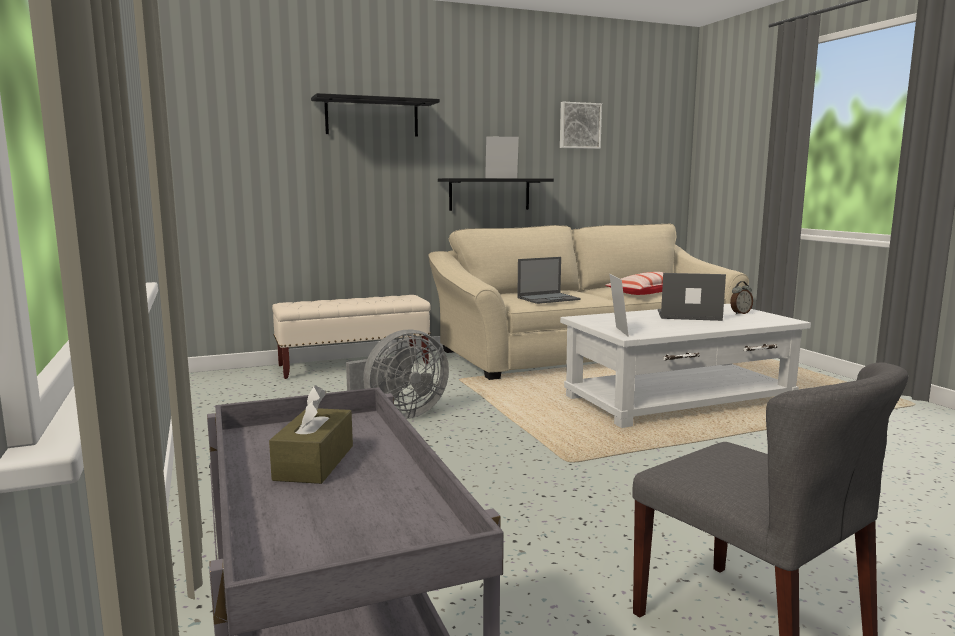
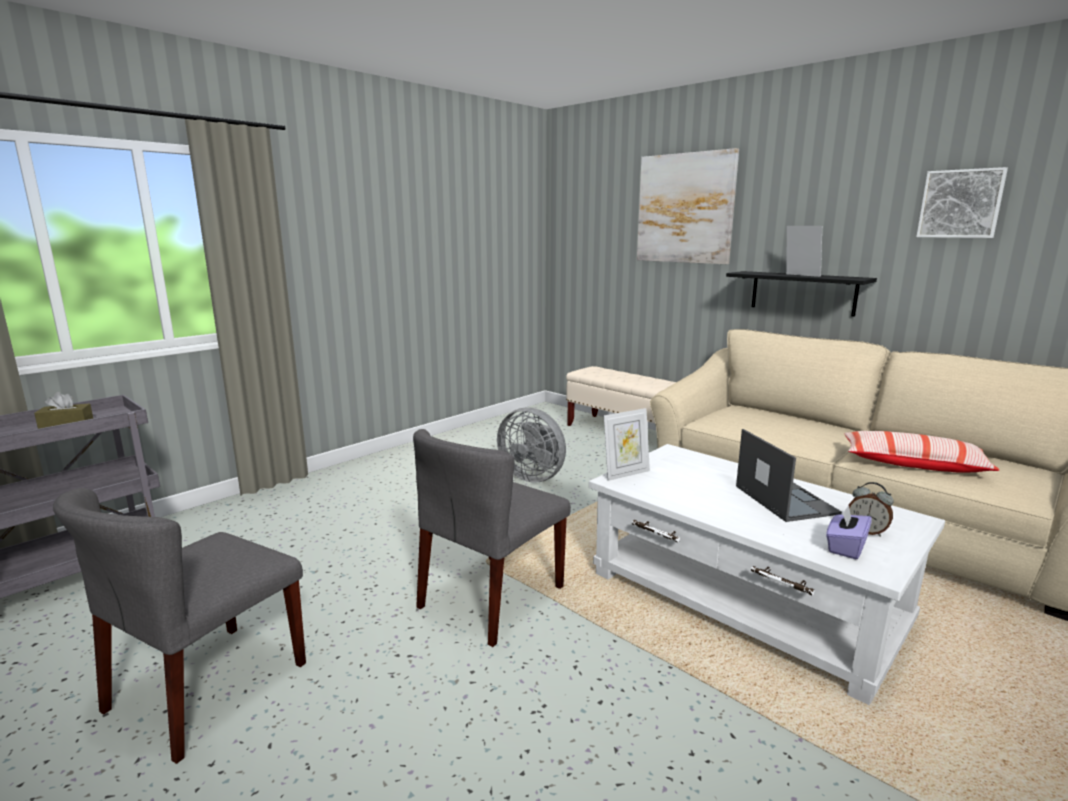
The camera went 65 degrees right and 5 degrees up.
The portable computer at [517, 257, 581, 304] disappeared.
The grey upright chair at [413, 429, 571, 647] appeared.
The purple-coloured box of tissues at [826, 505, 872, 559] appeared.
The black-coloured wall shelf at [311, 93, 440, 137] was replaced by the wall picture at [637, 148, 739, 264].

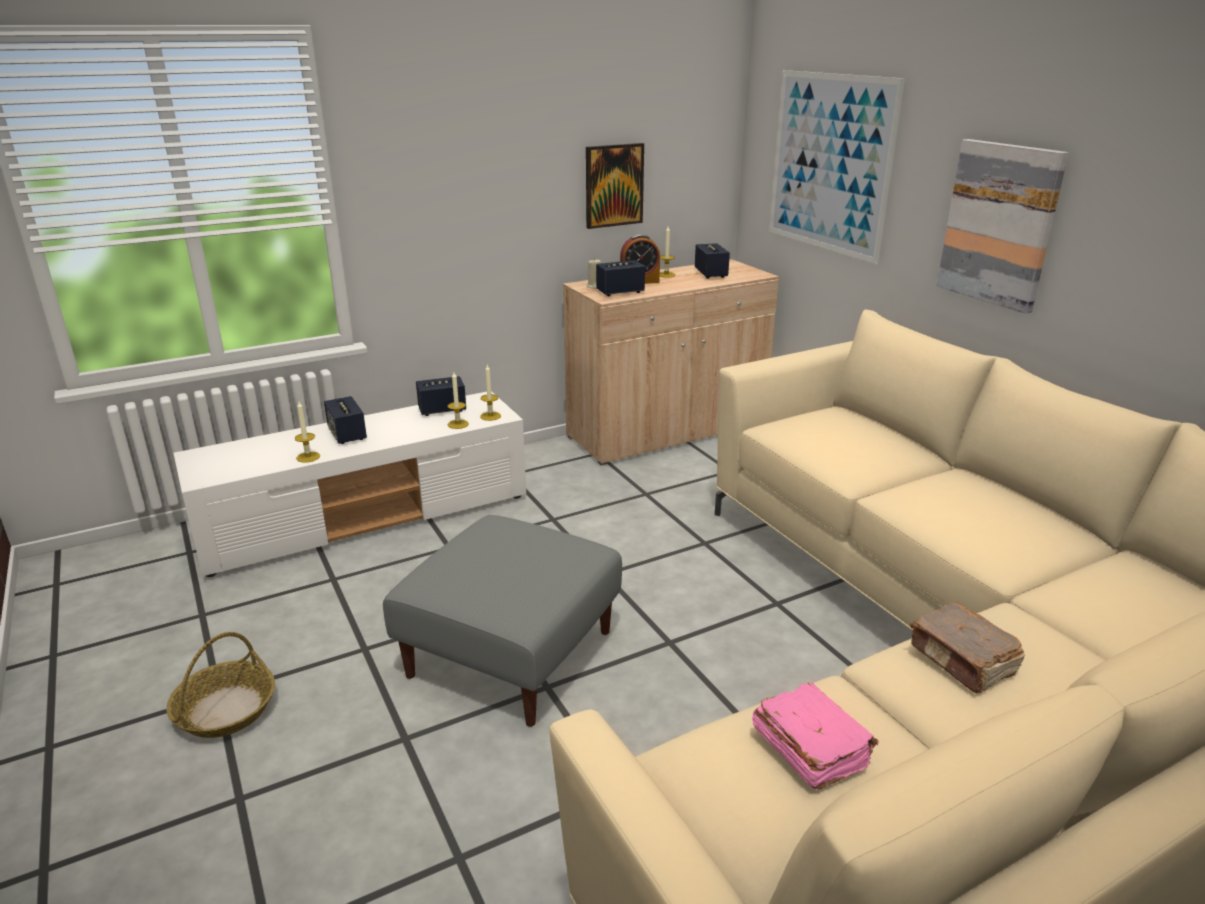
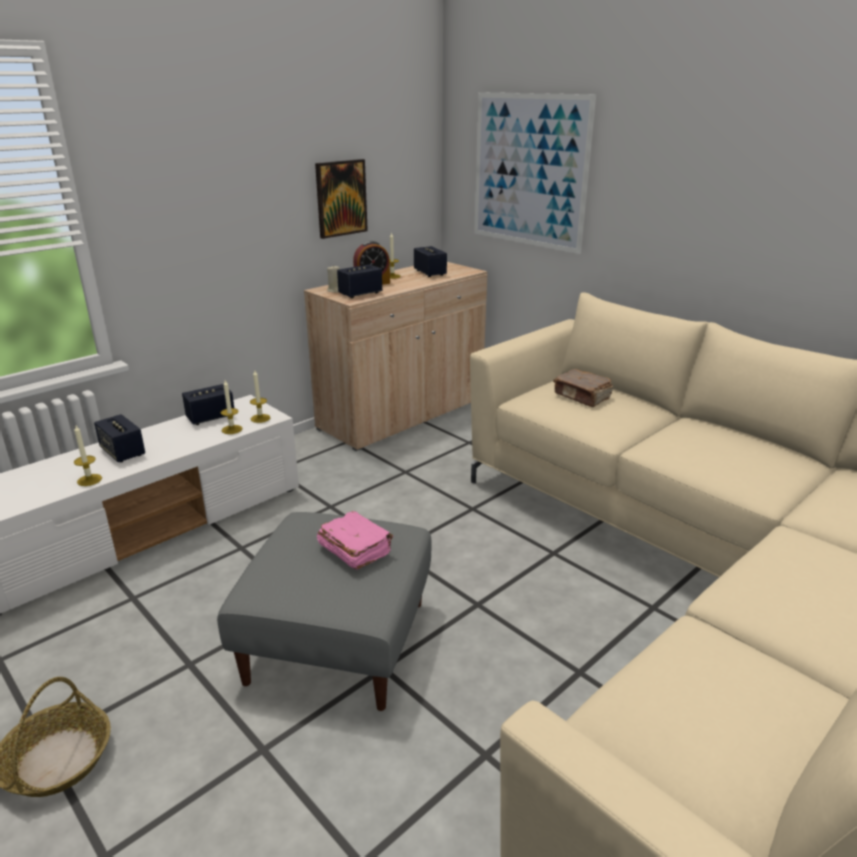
The camera went 15 degrees left and 0 degrees up.
The wall picture at [936, 139, 1069, 314] disappeared.
The pinkish volume moved from [752, 682, 879, 789] to [317, 511, 393, 570].
The brown volume moved from [910, 602, 1025, 693] to [553, 369, 613, 407].

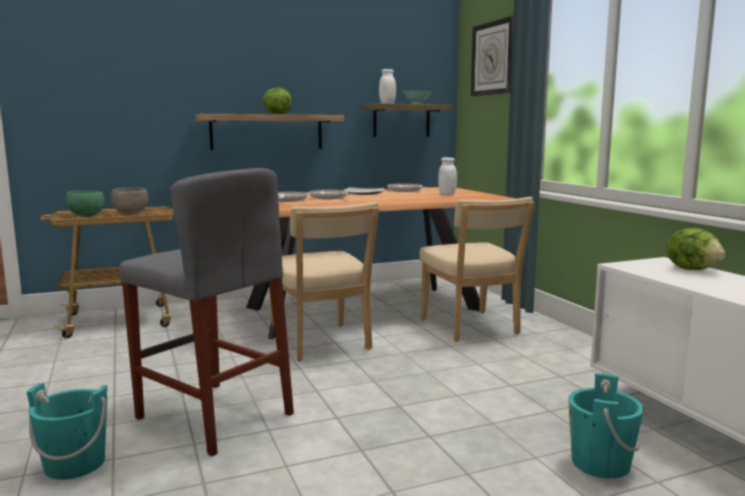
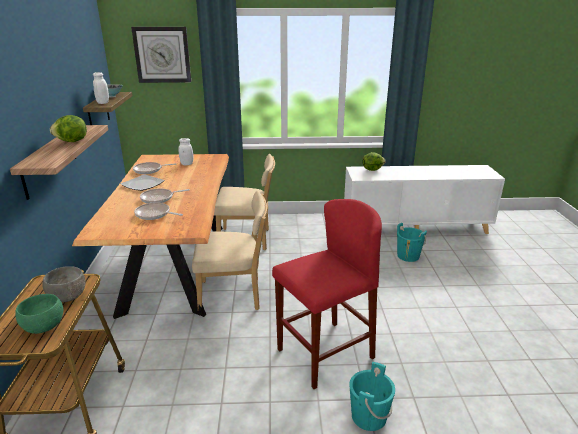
The camera went 70 degrees left and 15 degrees up.
The grey sitting stool at [119, 168, 294, 456] became the red sitting stool at [272, 199, 382, 389].

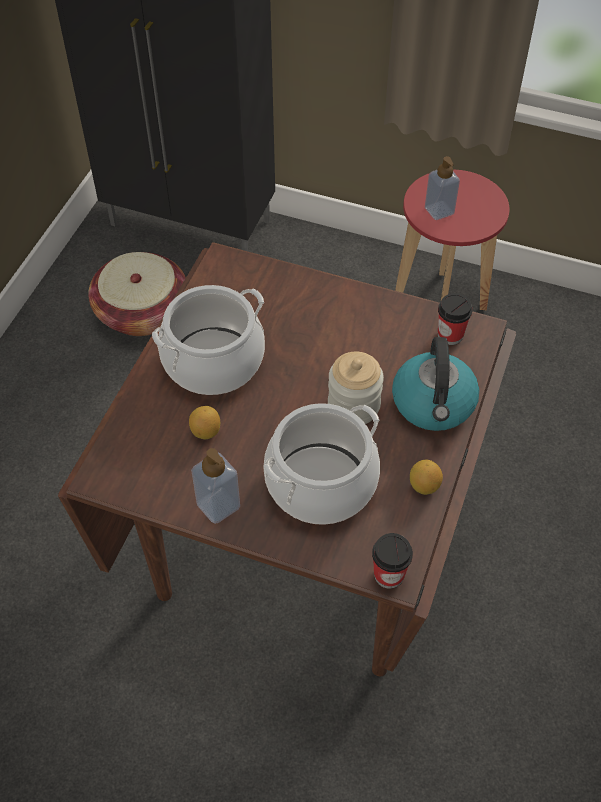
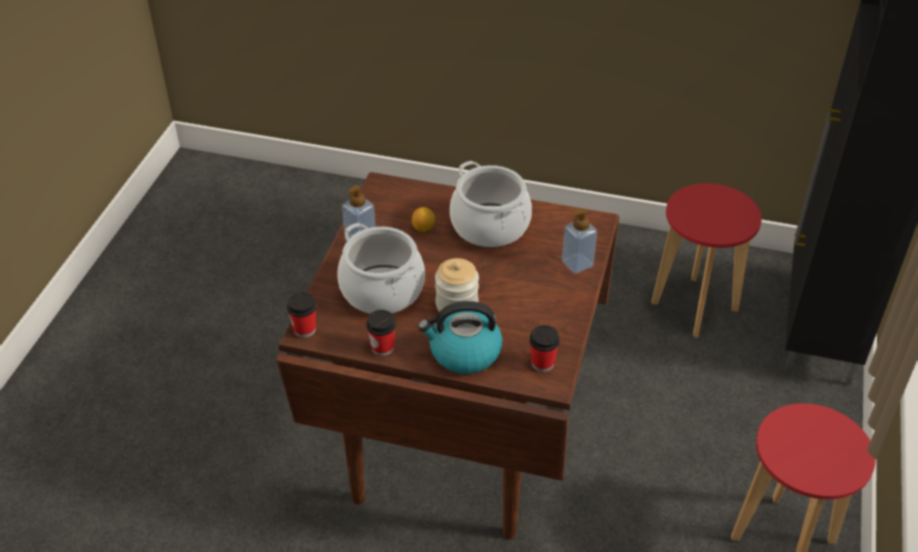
The camera went 85 degrees right and 10 degrees down.
The soap dispenser moved from [425, 156, 460, 220] to [562, 208, 597, 274].
The basket at [88, 252, 186, 336] was replaced by the red sitting stool at [652, 183, 762, 337].
The lemon at [410, 460, 443, 495] was replaced by the cup at [366, 310, 396, 356].

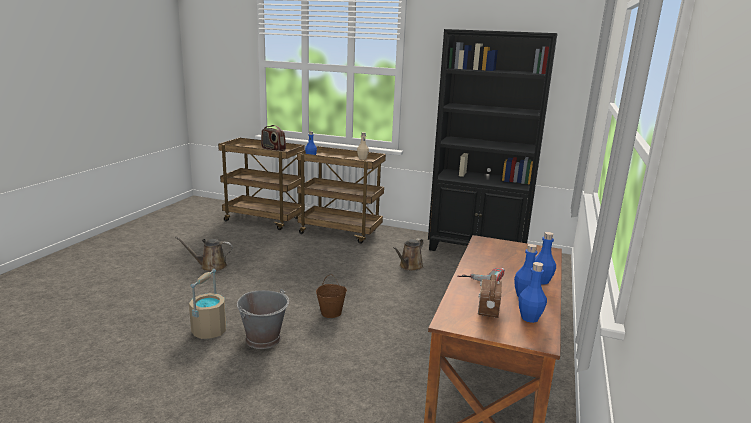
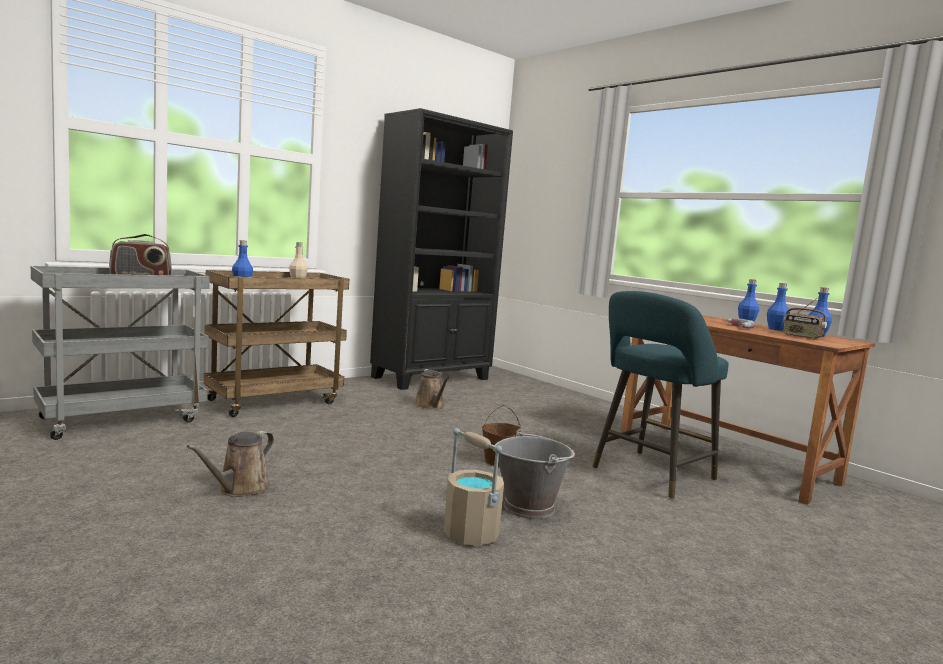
The camera went 60 degrees left and 10 degrees down.
The turquoise-coloured sitting stool at [592, 291, 729, 499] appeared.
The brown trolley at [218, 138, 305, 230] became the grey trolley at [31, 266, 210, 440].

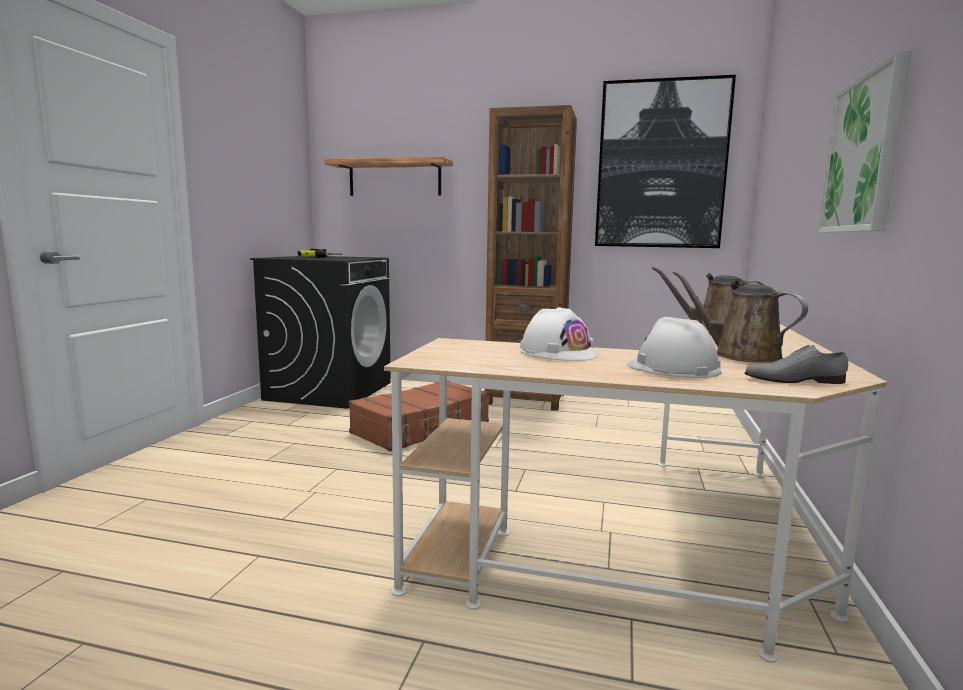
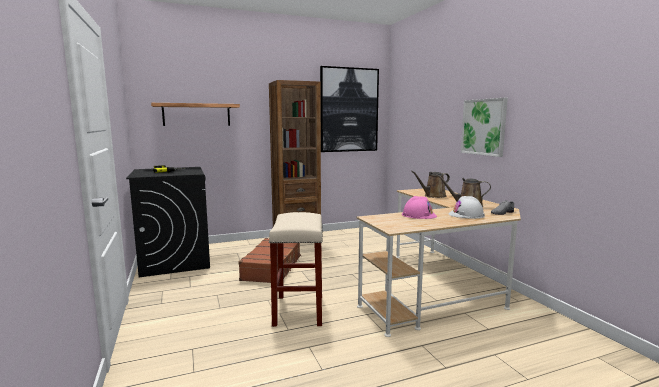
The camera went 35 degrees left and 0 degrees up.
The sand-coloured sitting stool at [269, 212, 322, 327] appeared.
The whitish work helmet at [520, 307, 598, 361] became the pinkish work helmet at [402, 196, 437, 219].

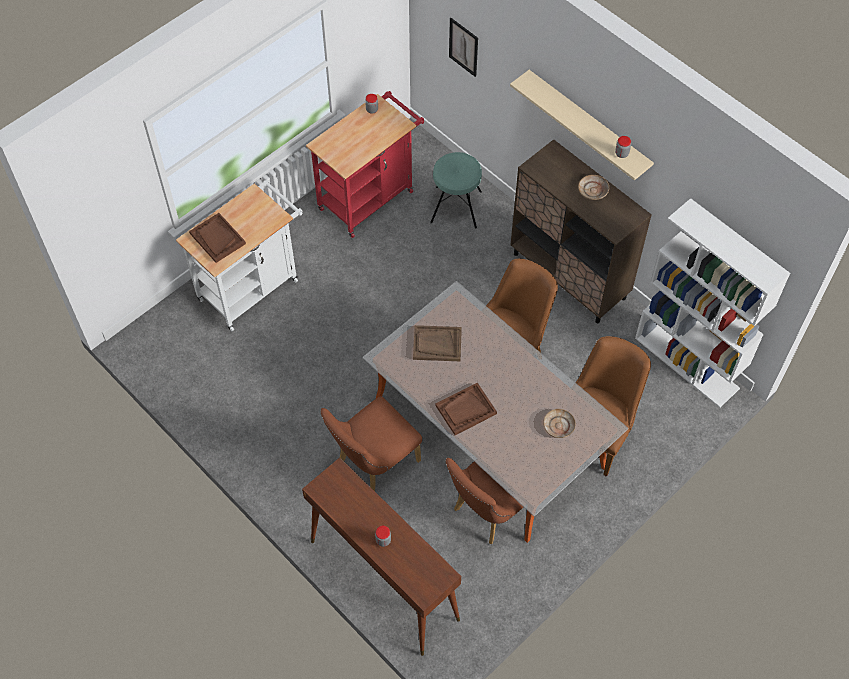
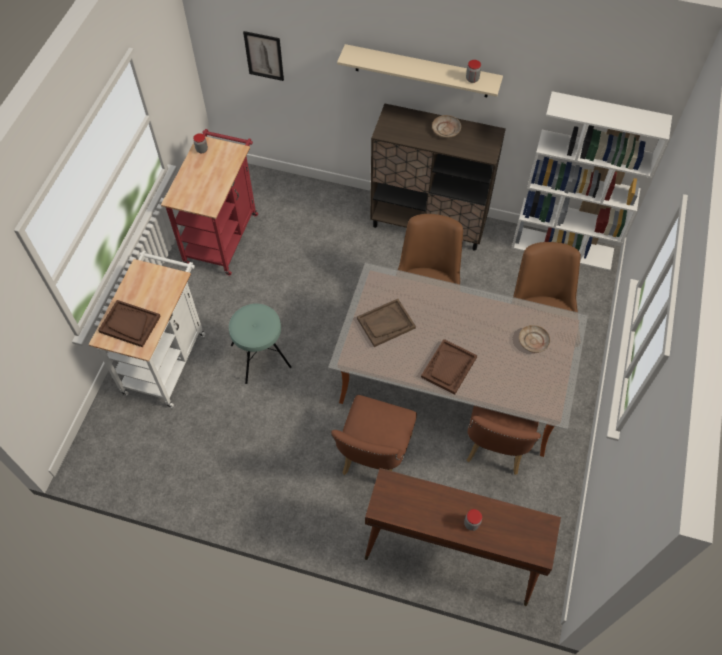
The camera went 30 degrees left and 0 degrees up.
The turquoise-coloured sitting stool moved from [430, 152, 482, 228] to [229, 304, 292, 384].

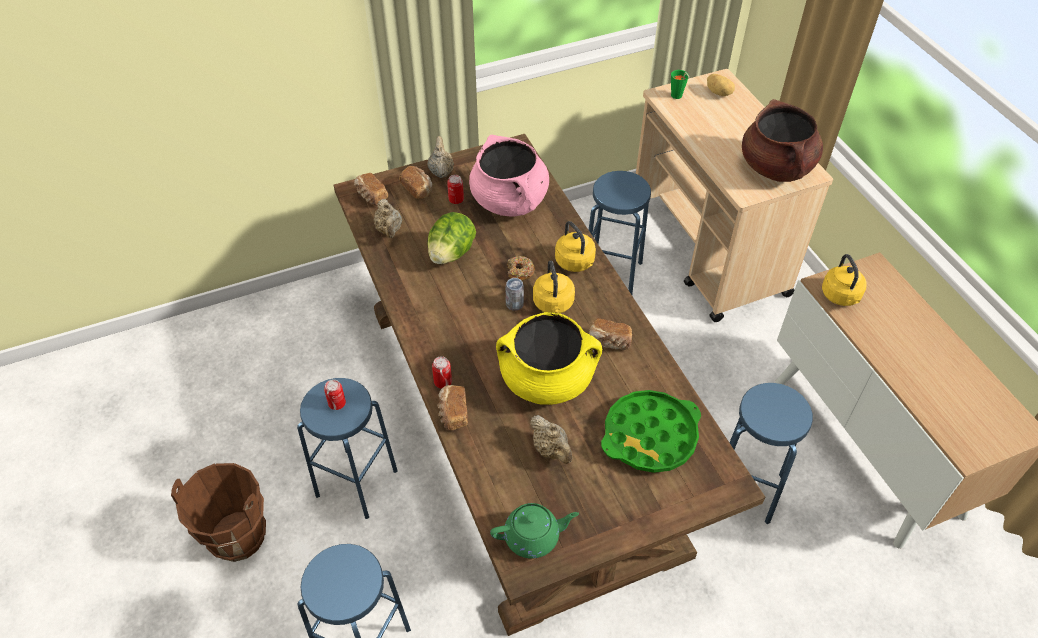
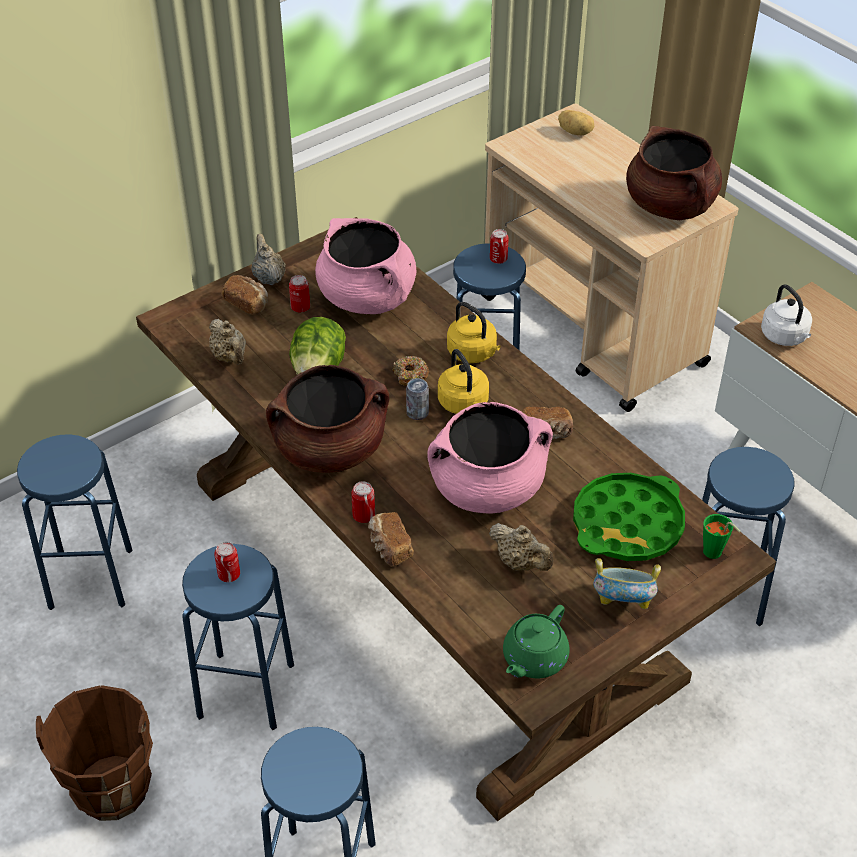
The camera went 15 degrees left and 5 degrees down.
The bakery bread at [354, 173, 388, 206] disappeared.
The bluish sitting stool at [17, 434, 133, 610] appeared.
The brown cooking pot at [266, 365, 389, 473] appeared.
The can at [490, 229, 508, 264] appeared.
The bowl at [593, 558, 661, 609] appeared.
The greenish cup moved from [671, 70, 690, 99] to [703, 514, 741, 559].
The yellow-coloured cooking pot at [496, 312, 602, 405] became the pinkish cooking pot at [427, 402, 553, 514].
The yellow-coloured tea kettle at [822, 254, 867, 306] became the whitish tea kettle at [761, 284, 812, 346].
The greenish pot for tea at [490, 503, 579, 559] turned 150 degrees clockwise.

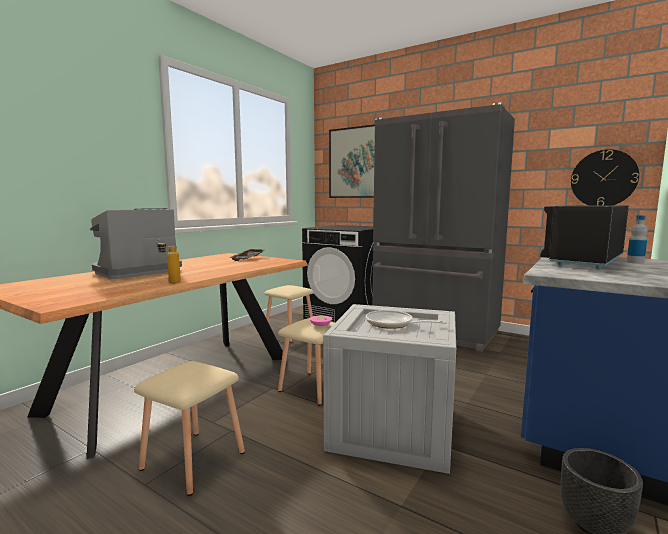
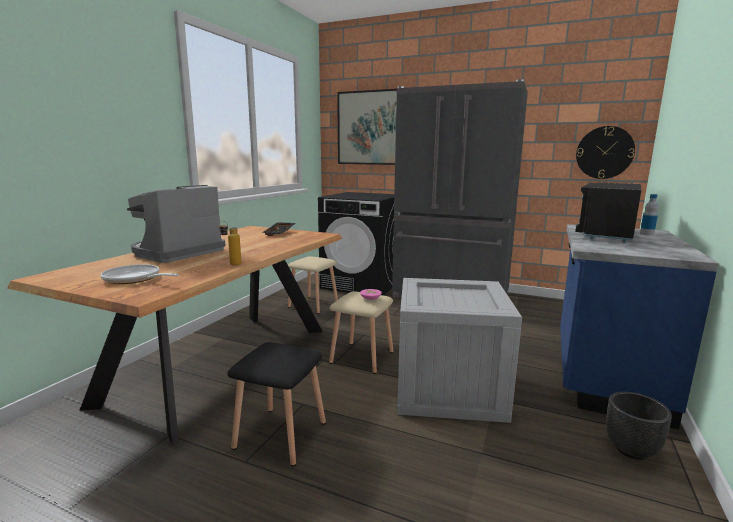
The camera went 10 degrees left and 5 degrees up.
The frying pan moved from [366, 310, 447, 329] to [100, 264, 179, 284].
The sand-coloured sitting stool at [134, 361, 245, 496] became the black-coloured sitting stool at [228, 342, 326, 466].

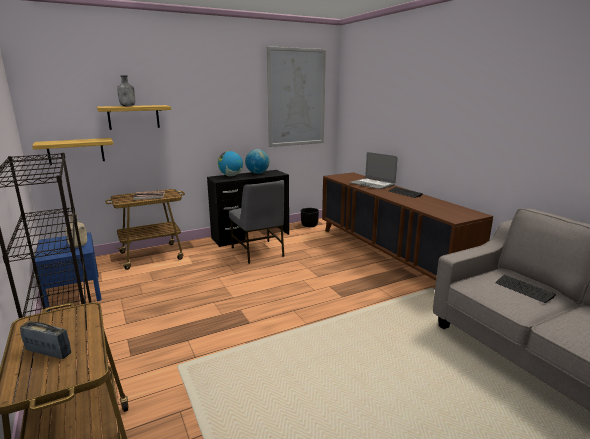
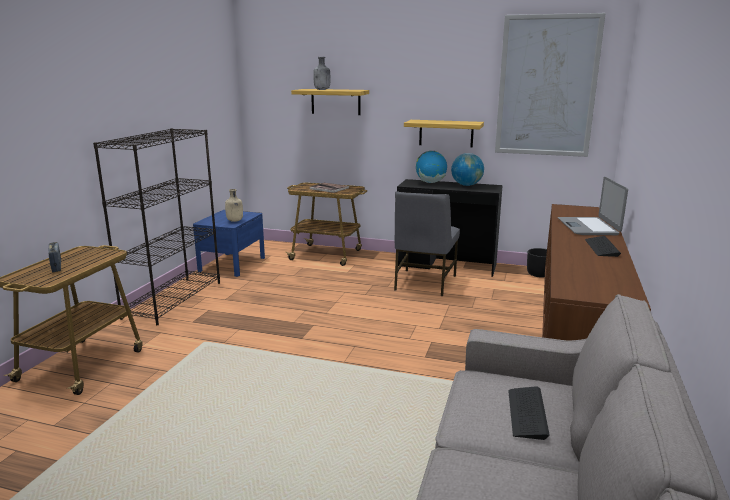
The camera went 45 degrees right and 0 degrees up.
The wall shelf moved from [32, 138, 113, 165] to [404, 120, 484, 148].

